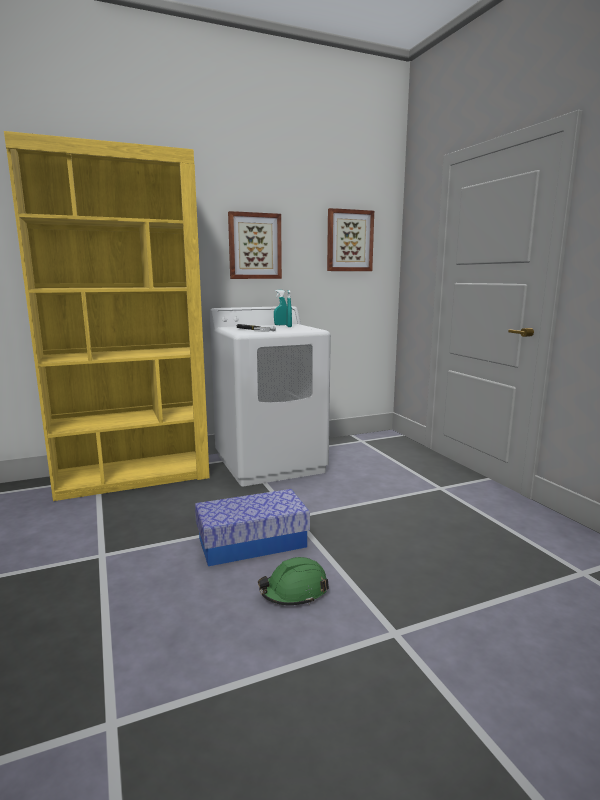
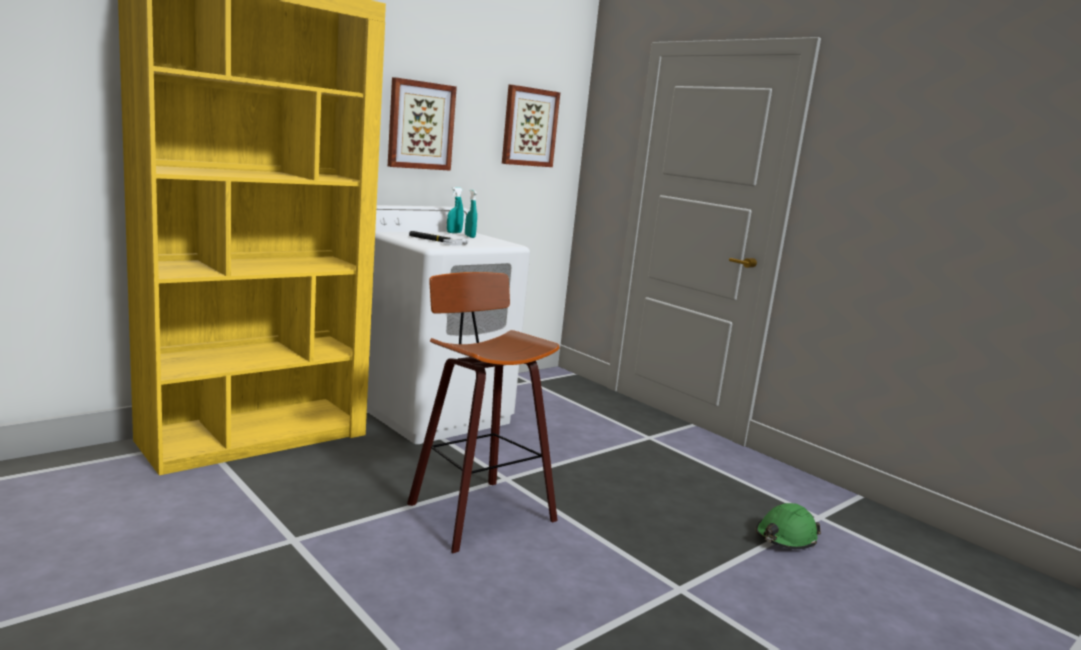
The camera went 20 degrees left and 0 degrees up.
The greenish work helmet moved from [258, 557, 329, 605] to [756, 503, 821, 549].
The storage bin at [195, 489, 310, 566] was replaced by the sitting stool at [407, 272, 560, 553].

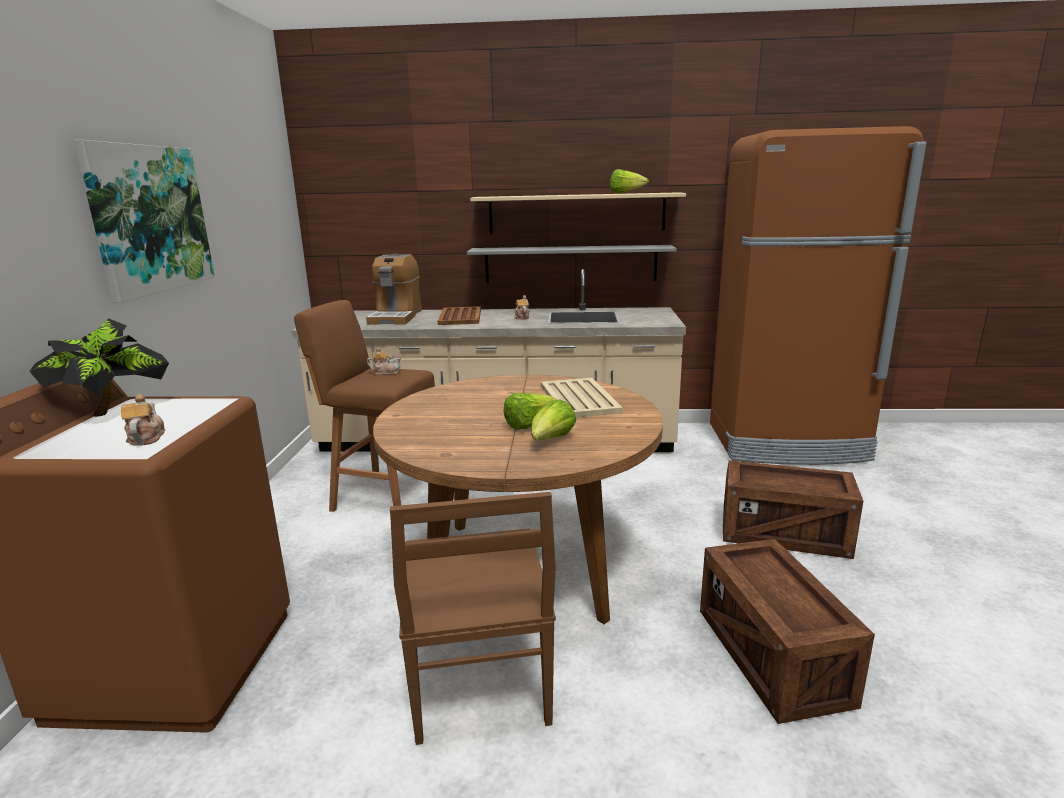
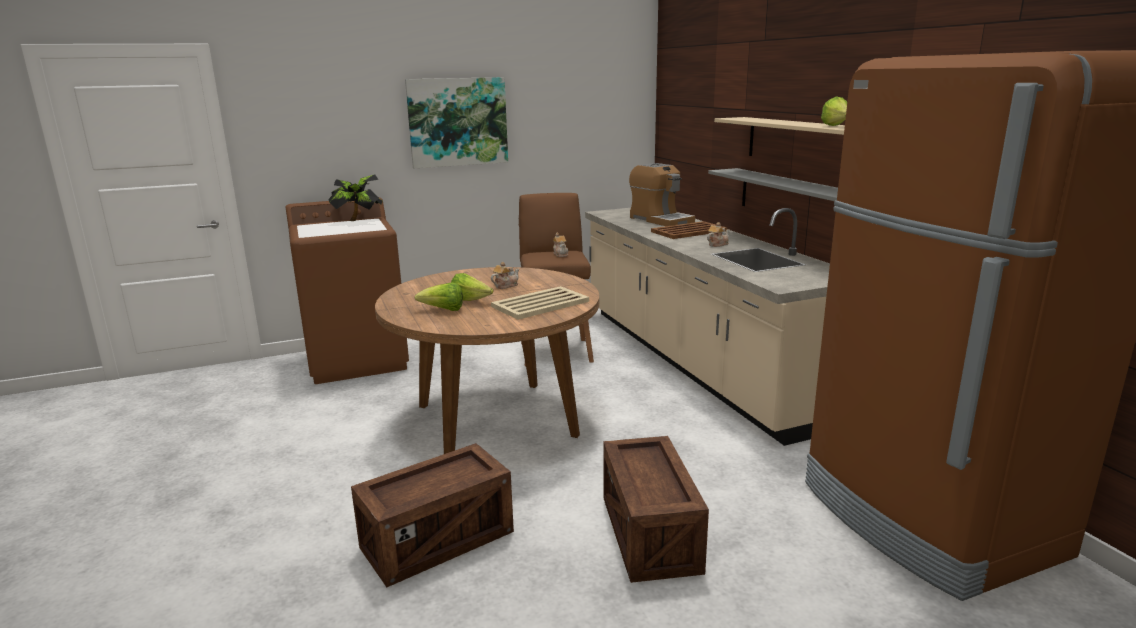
The camera went 65 degrees right and 0 degrees up.
The brown upright chair at [390, 492, 556, 745] disappeared.
The pot for tea moved from [121, 394, 165, 446] to [491, 262, 519, 289].
The coffee brewer at [366, 254, 422, 325] turned 105 degrees counterclockwise.

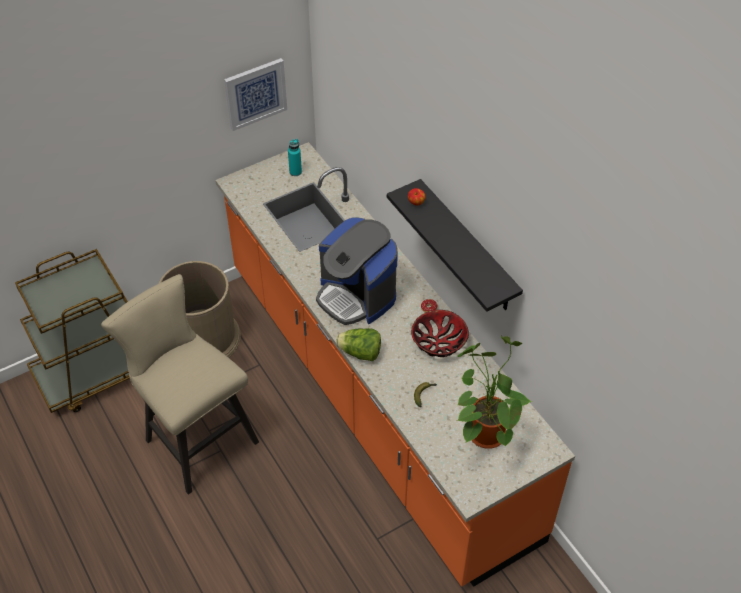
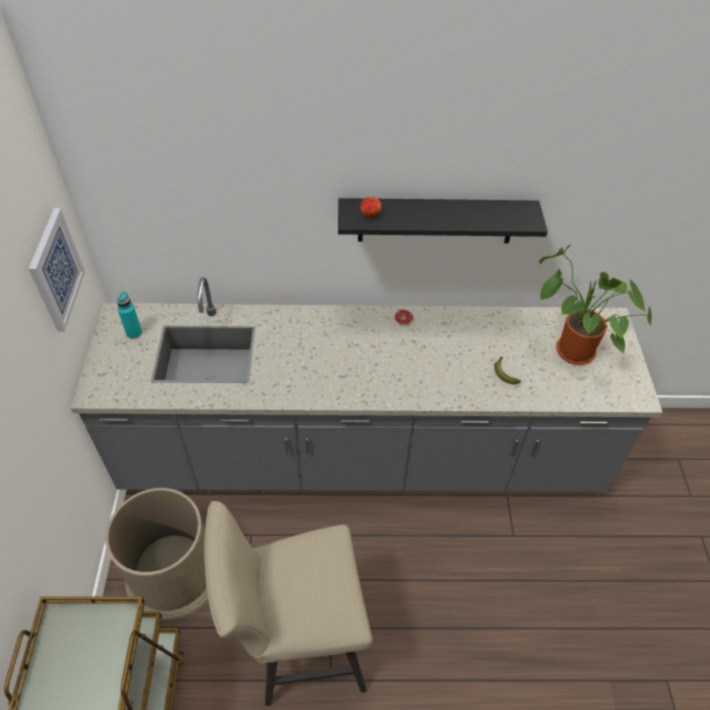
The camera went 60 degrees left and 0 degrees up.
The coffee brewer at [316, 217, 398, 325] disappeared.
The lettuce at [336, 328, 381, 361] disappeared.
The bowl at [411, 310, 469, 357] disappeared.
The orangey kitchen counter at [215, 142, 575, 587] became the grey kitchen counter at [71, 277, 663, 492].

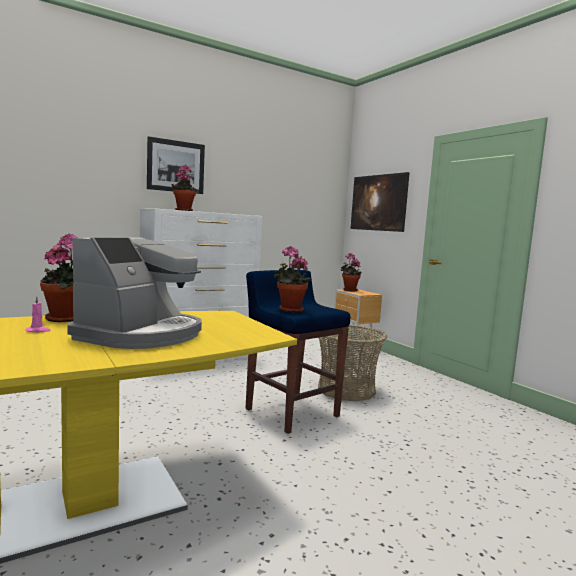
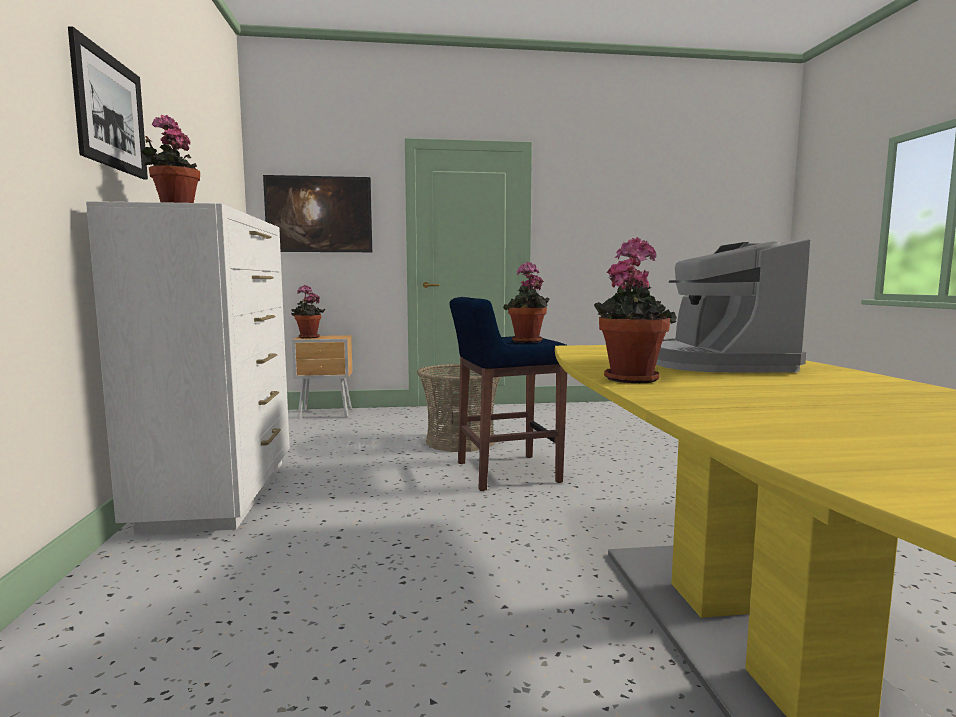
The camera went 65 degrees left and 0 degrees up.
The pinkish wax candle at [26, 296, 51, 332] disappeared.
The coffee brewer at [68, 237, 202, 349] turned 135 degrees counterclockwise.

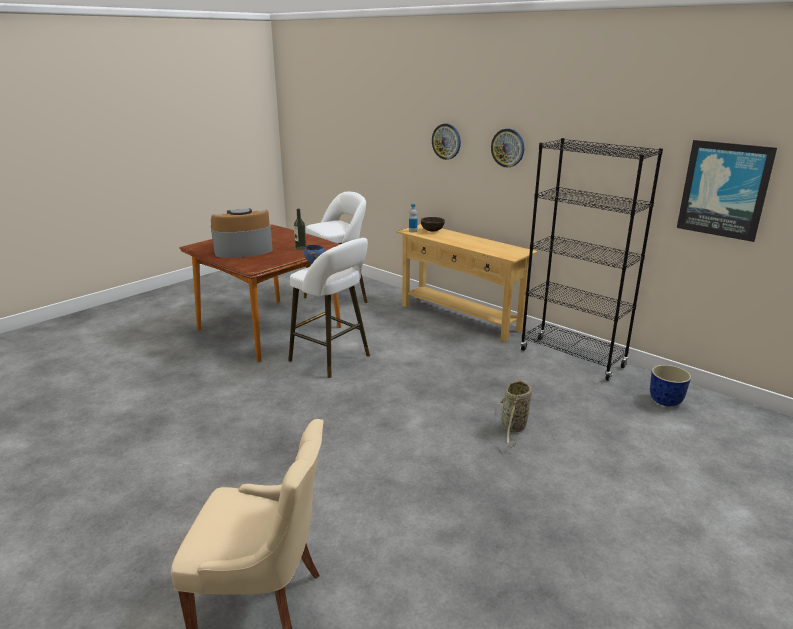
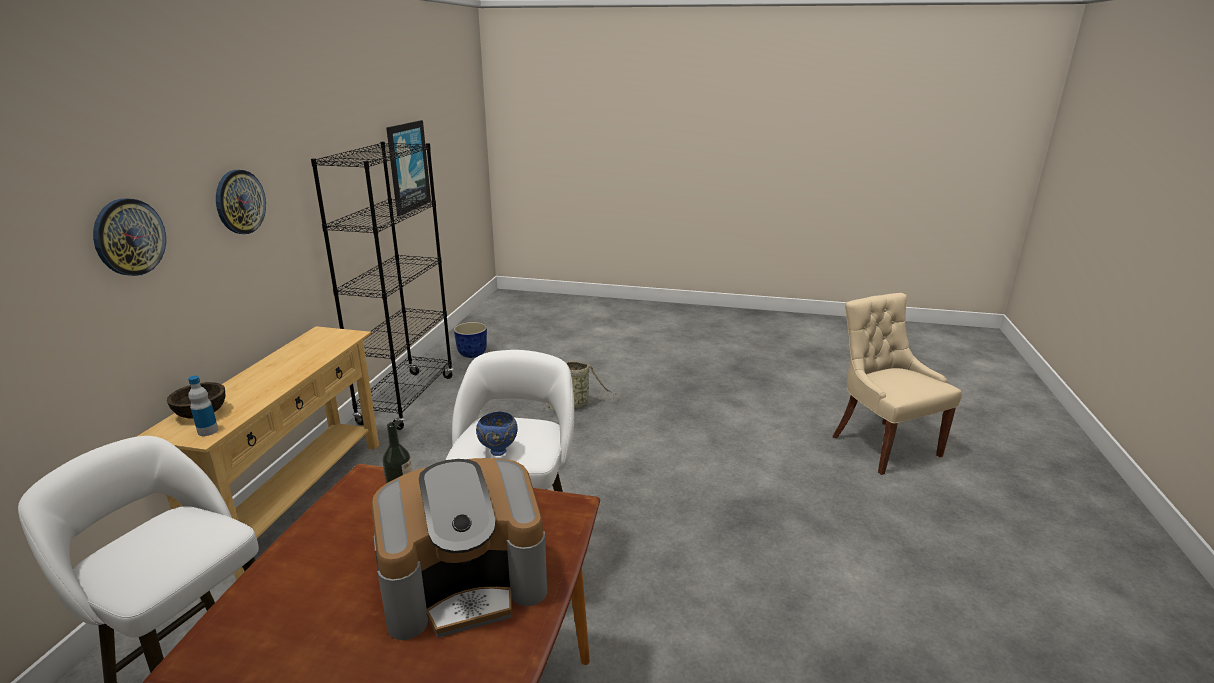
The camera went 120 degrees left and 0 degrees up.
The coffee brewer at [211, 208, 273, 258] turned 60 degrees counterclockwise.

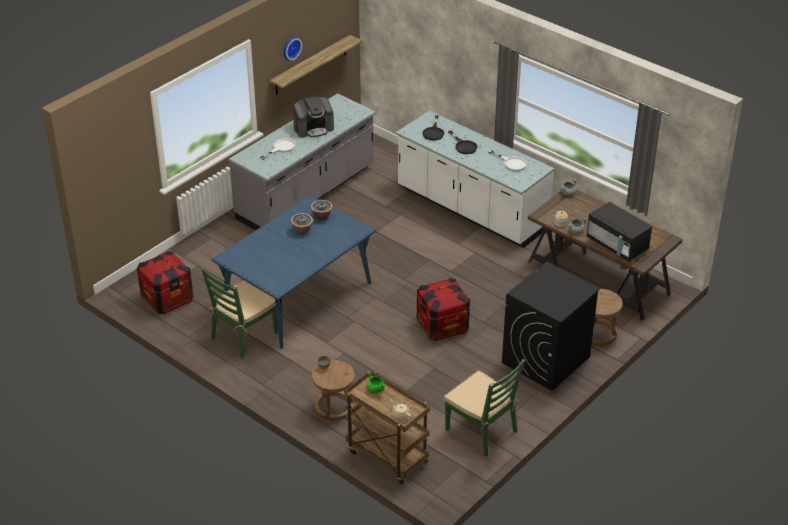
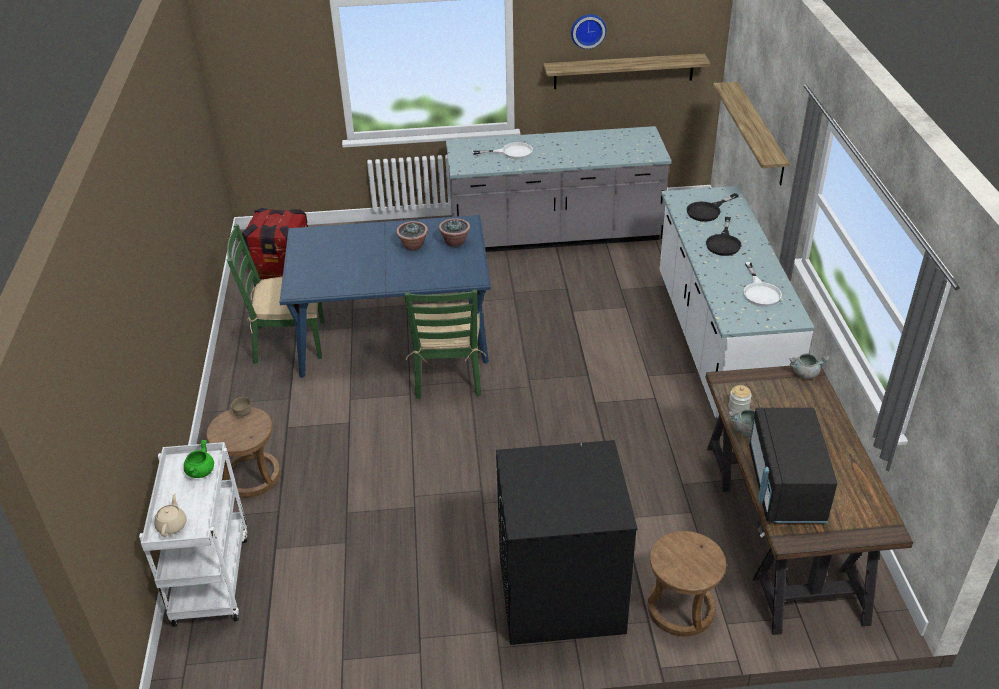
The camera went 45 degrees right and 0 degrees up.
The coffee brewer at [293, 97, 334, 138] disappeared.
The crate at [417, 278, 470, 341] disappeared.
The wall shelf at [713, 81, 790, 185] appeared.
The greenish upright chair moved from [444, 359, 525, 457] to [404, 289, 486, 399].
The brown trolley at [345, 370, 430, 484] became the whitish trolley at [139, 442, 247, 627].

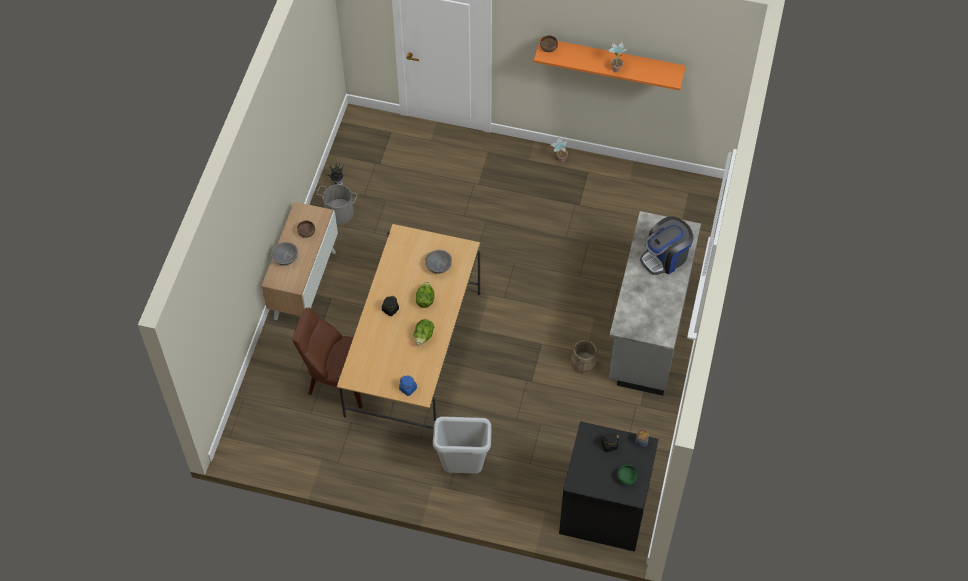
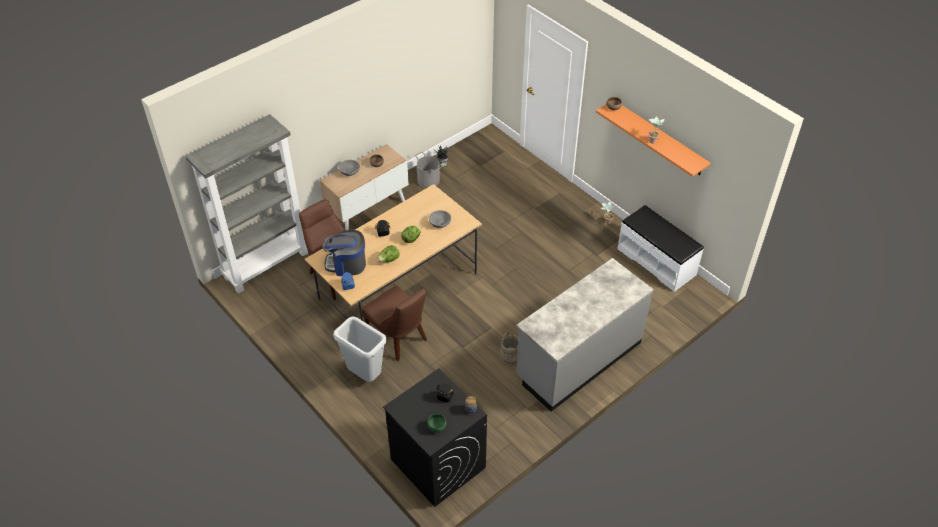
The camera went 35 degrees right and 10 degrees down.
The grey bookcase at [185, 114, 308, 293] appeared.
The brown upright chair at [362, 285, 427, 361] appeared.
The whitish long seat at [617, 205, 704, 292] appeared.
The coffee brewer moved from [640, 216, 694, 275] to [323, 230, 366, 276].

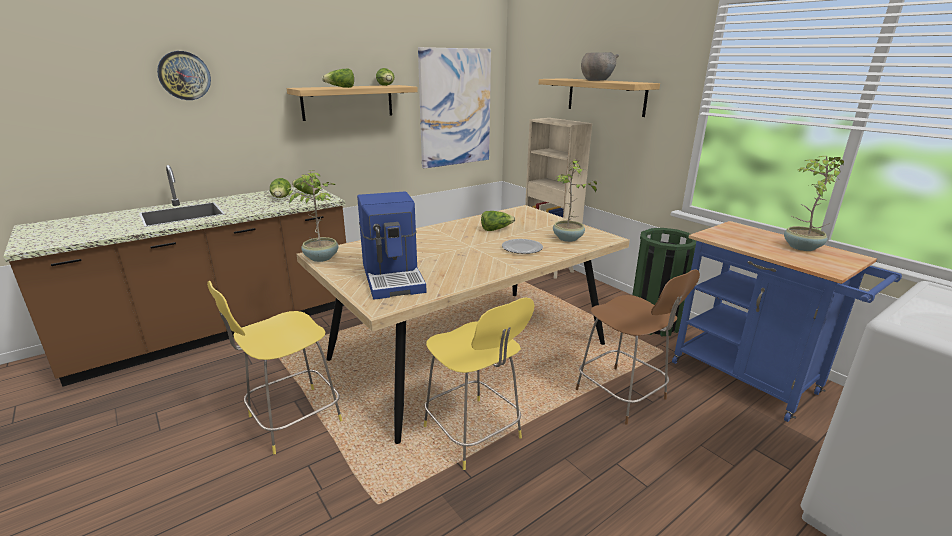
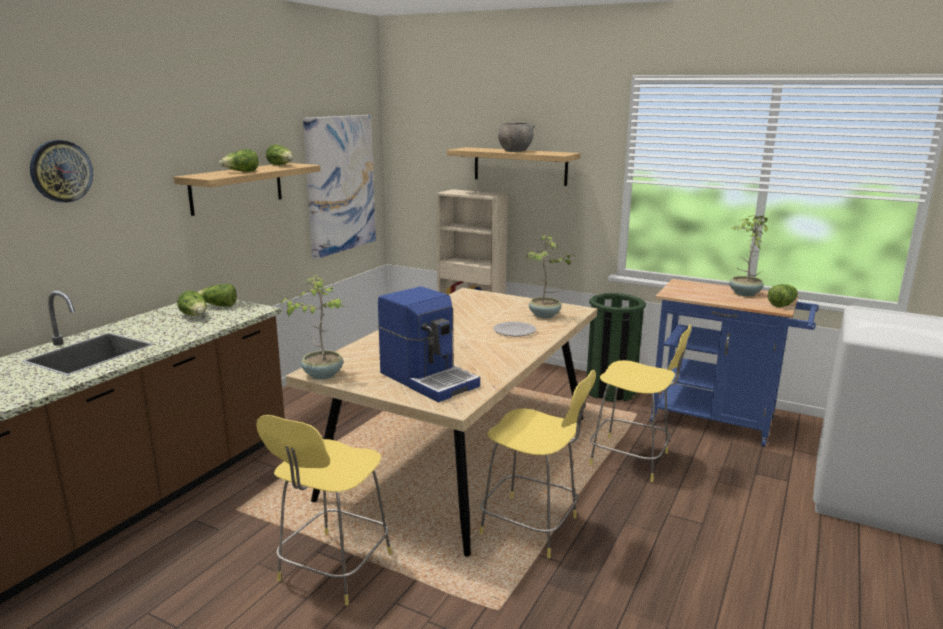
The camera went 25 degrees left and 5 degrees down.
The lettuce moved from [481, 211, 515, 231] to [768, 284, 798, 307].
The brown sitting stool at [576, 269, 700, 425] became the yellow-coloured sitting stool at [590, 324, 692, 482].

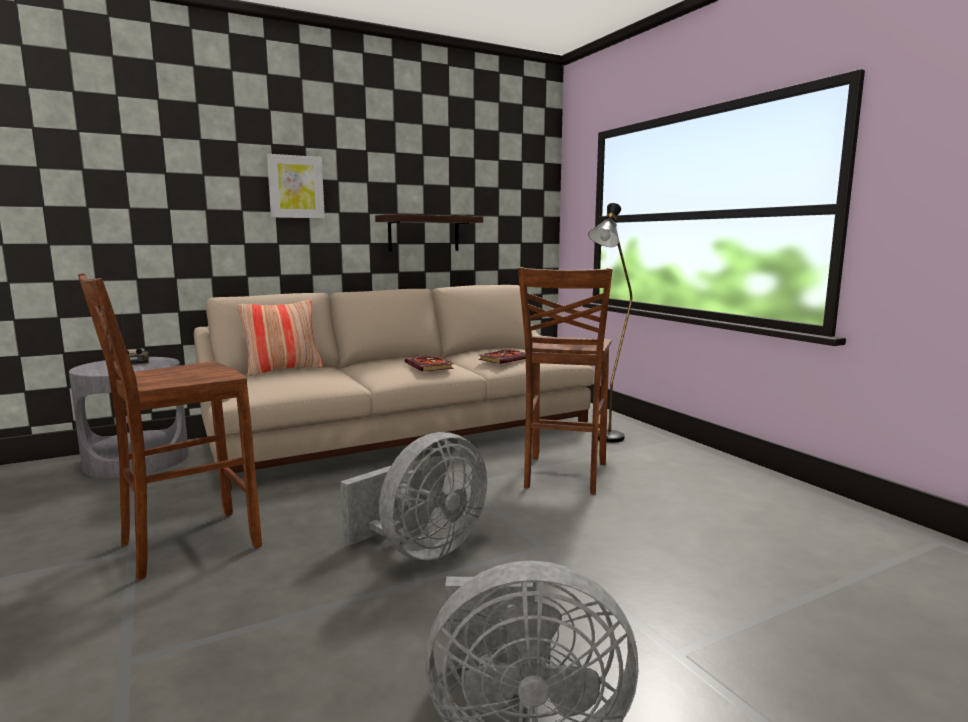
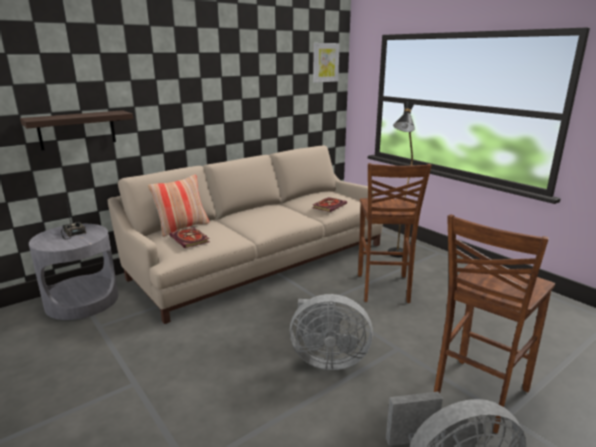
The camera went 10 degrees left and 10 degrees up.
The brown sitting stool moved from [78, 273, 262, 580] to [434, 214, 555, 433].
The wall picture moved from [267, 154, 325, 218] to [313, 43, 340, 83].
The wall shelf moved from [375, 214, 483, 251] to [20, 110, 133, 150].
The volume moved from [405, 356, 454, 371] to [169, 227, 209, 248].
The grey electric fan at [341, 432, 487, 560] turned 60 degrees clockwise.

